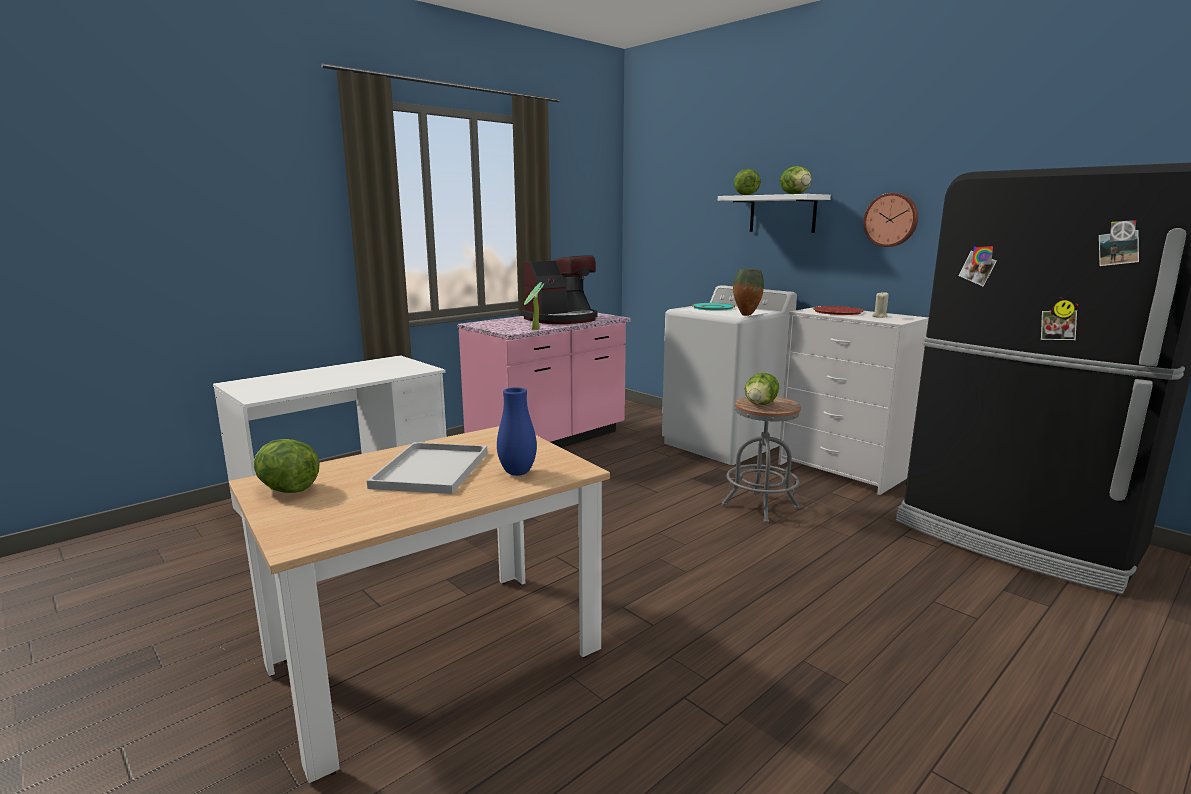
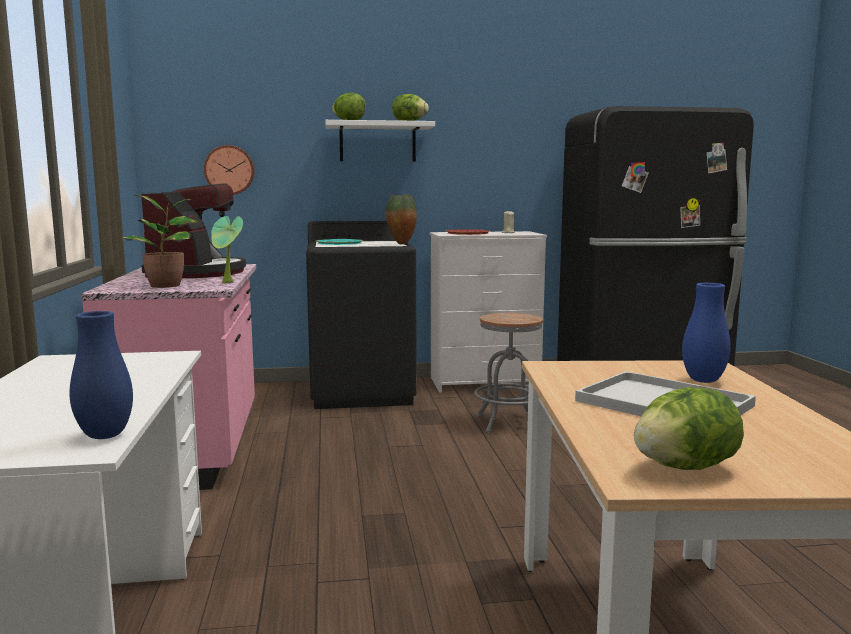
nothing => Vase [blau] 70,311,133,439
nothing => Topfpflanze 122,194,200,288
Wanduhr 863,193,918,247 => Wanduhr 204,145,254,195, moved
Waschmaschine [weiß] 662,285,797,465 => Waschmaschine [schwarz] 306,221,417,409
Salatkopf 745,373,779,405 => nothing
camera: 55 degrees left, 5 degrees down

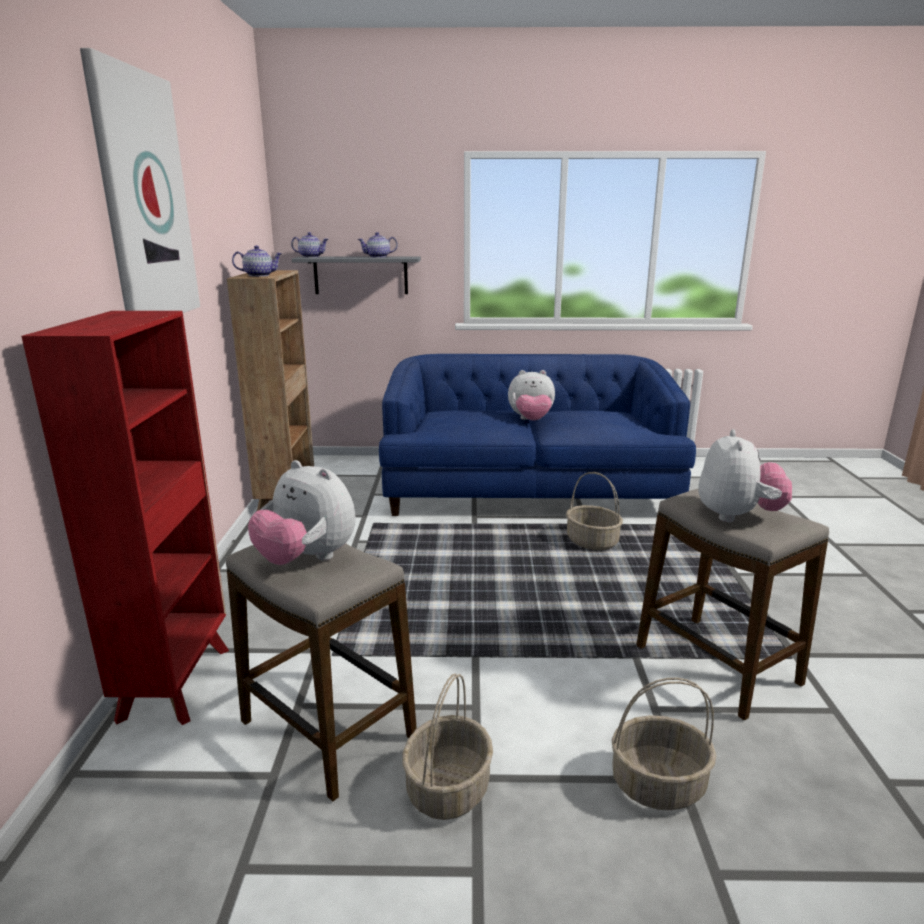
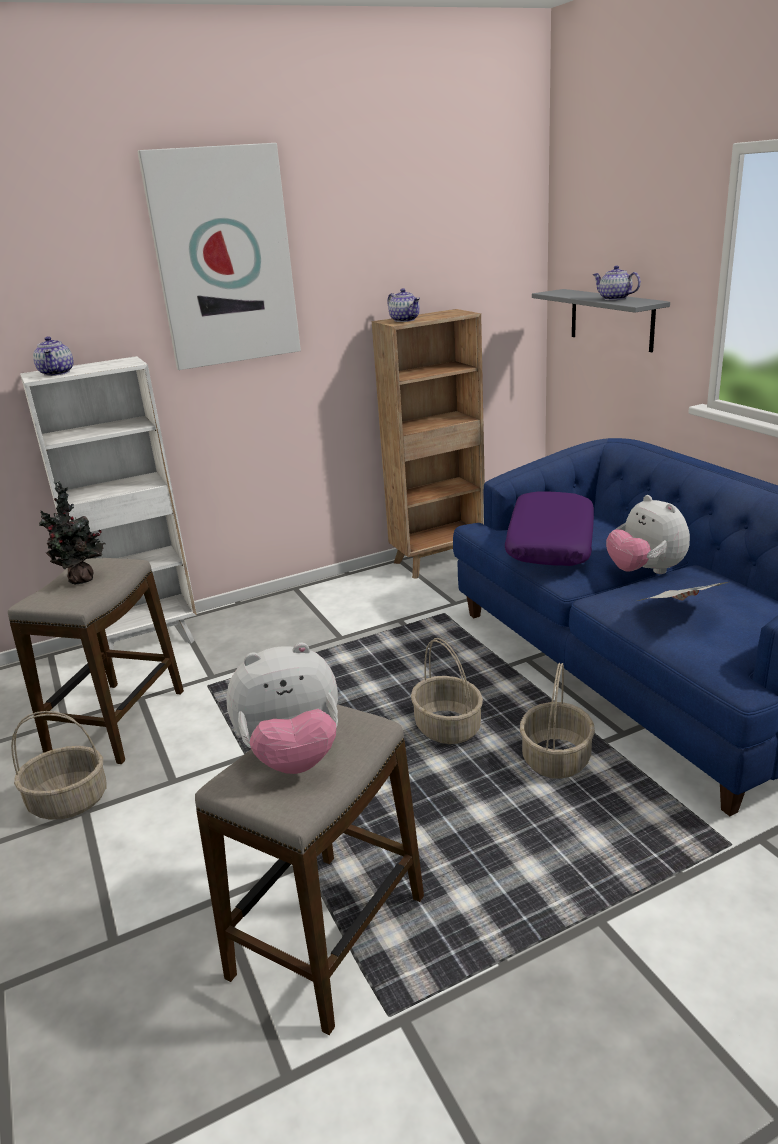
Bücherregal [rot] 22,311,229,725 => Bücherregal [weiß] 20,356,197,662
Teekanne 291,232,329,258 => Teekanne 33,336,73,376, moved
Plüschtier 248,460,356,565 => Topfpflanze 39,480,106,584
Korb 612,678,717,810 => Korb 411,638,483,744, moved
nothing => Kissen [lila] 505,491,594,566
nothing => Zeitung 637,582,728,601
camera: 65 degrees right, 5 degrees up

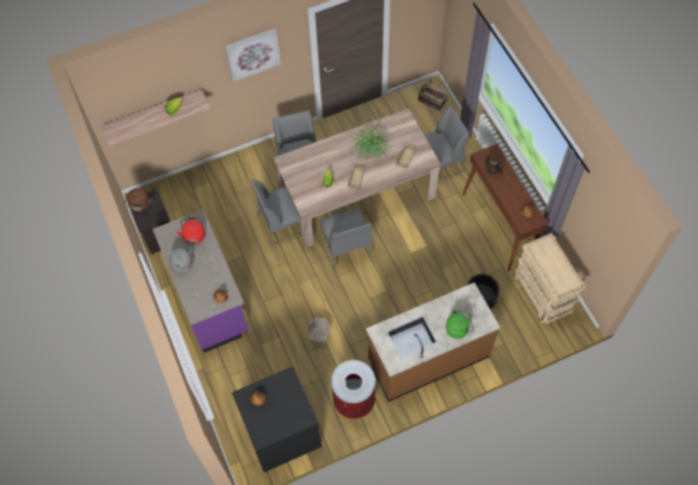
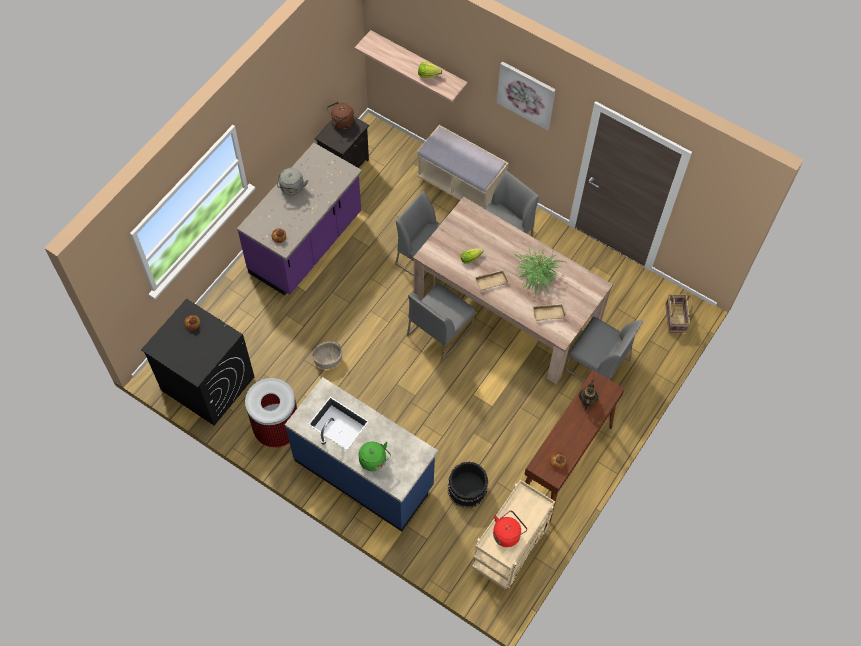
Küchenzeile [braun] 366,282,500,402 => Küchenzeile [blau] 285,377,438,531
nothing => Bank [beige] 417,125,509,208
Wasserkessel [rot] 177,217,205,245 => Wasserkessel [rot] 493,510,527,547, moved
camera: 55 degrees right, 0 degrees up

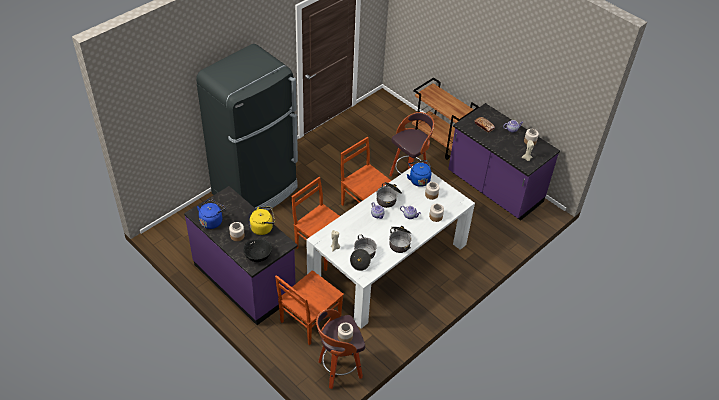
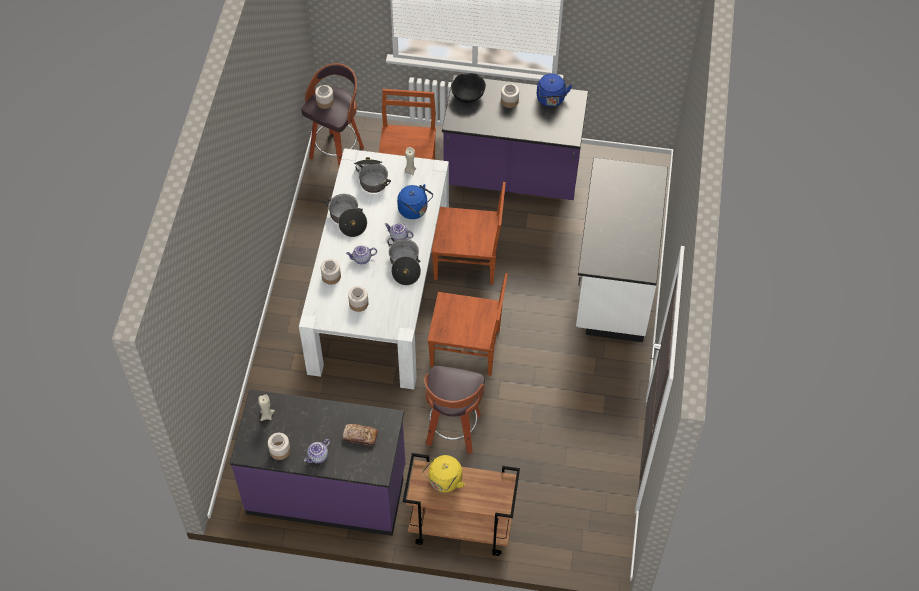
Wasserkessel [blau] 407,160,431,187 => Wasserkessel [blau] 397,184,433,219, moved
Wasserkessel [gelb] 250,207,275,235 => Wasserkessel [gelb] 422,455,465,493, moved
Kühlschrank [schwarz] 196,44,298,211 => Küchenzeile [weiß] 576,158,668,342
camera: 145 degrees right, 10 degrees up

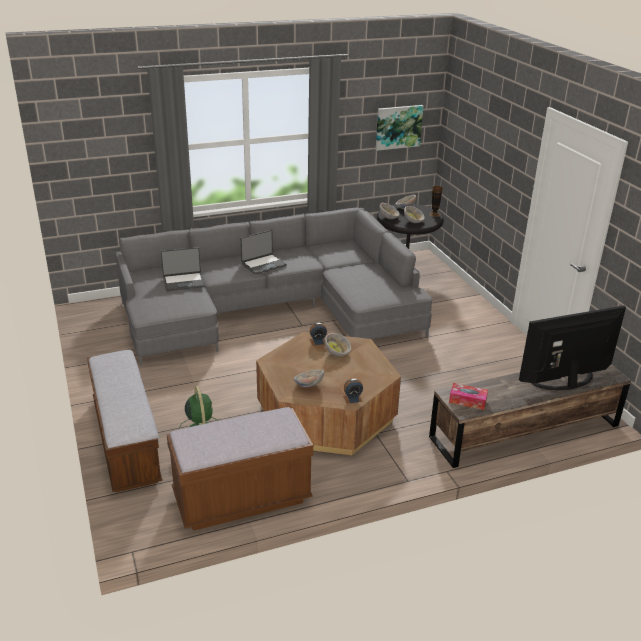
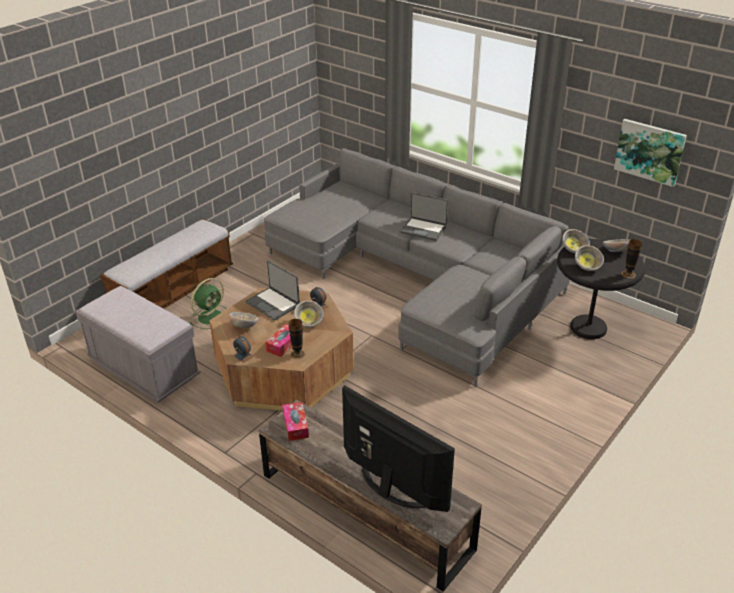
Bank [braun] 167,407,313,531 => Bank [grau] 76,286,201,403
Laptop 161,247,205,291 => Laptop 245,260,300,321, moved
nothing => Taschentuchbox 265,324,292,357
nothing => Vase 289,319,305,359
camera: 60 degrees right, 5 degrees up

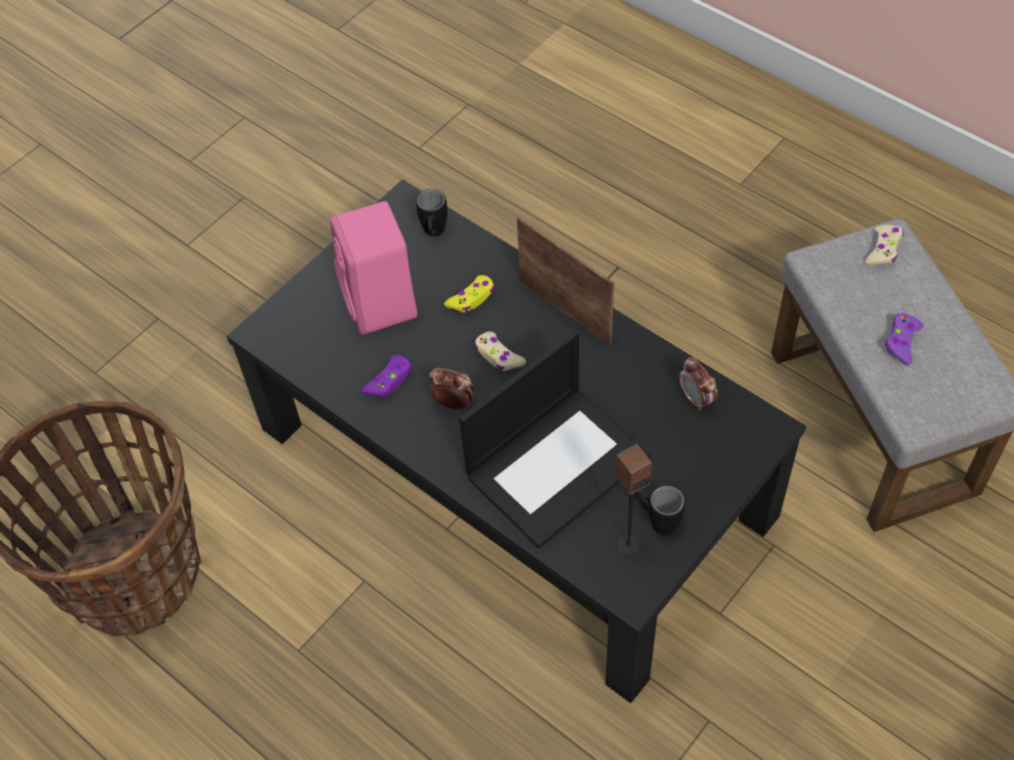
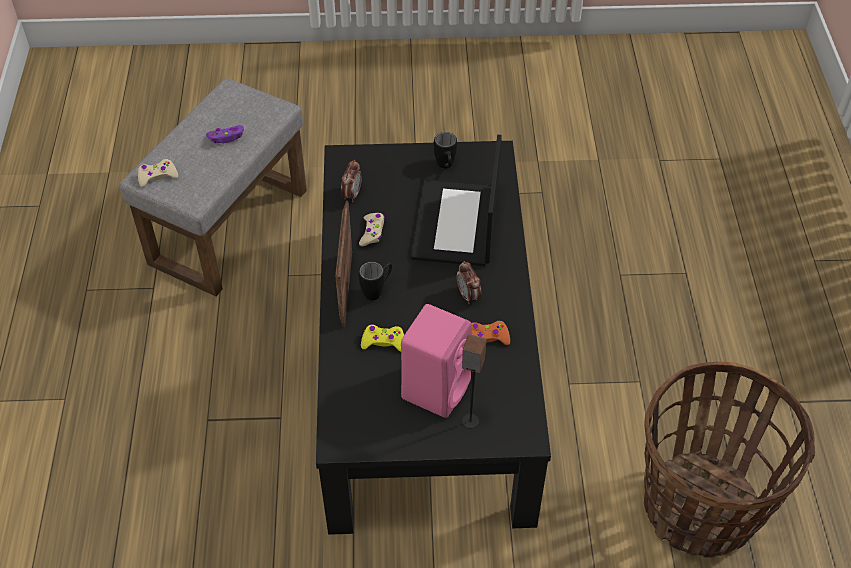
Gamepad [beige] 474,331,526,371 => Gamepad [beige] 359,213,385,246, moved
Henkelbecher [schwarz] 416,189,448,236 => Henkelbecher [schwarz] 359,262,392,300, moved
Laptop 459,331,650,548 => Laptop 410,135,502,266, 90 degrees counterclockwise
Lautsprecher 616,444,652,555 => Lautsprecher 462,334,487,428, moved
Gamepad [lila] 362,355,412,397 => Gamepad [orange] 471,321,510,345
camera: 135 degrees left, 5 degrees down

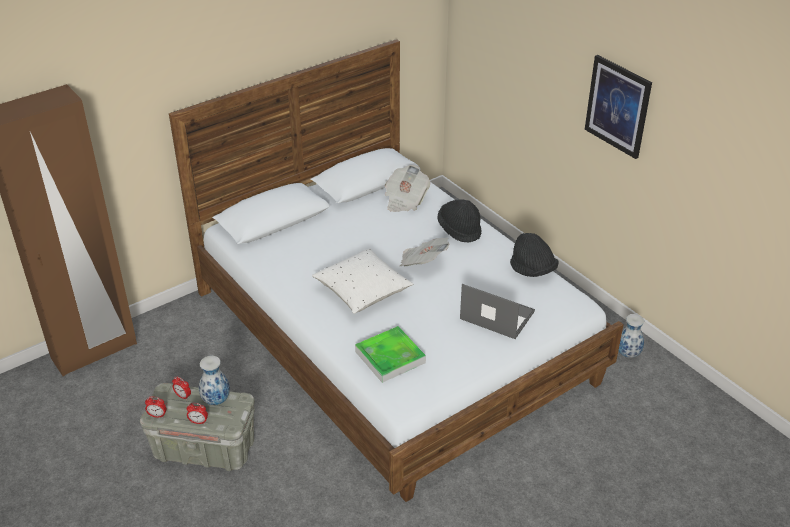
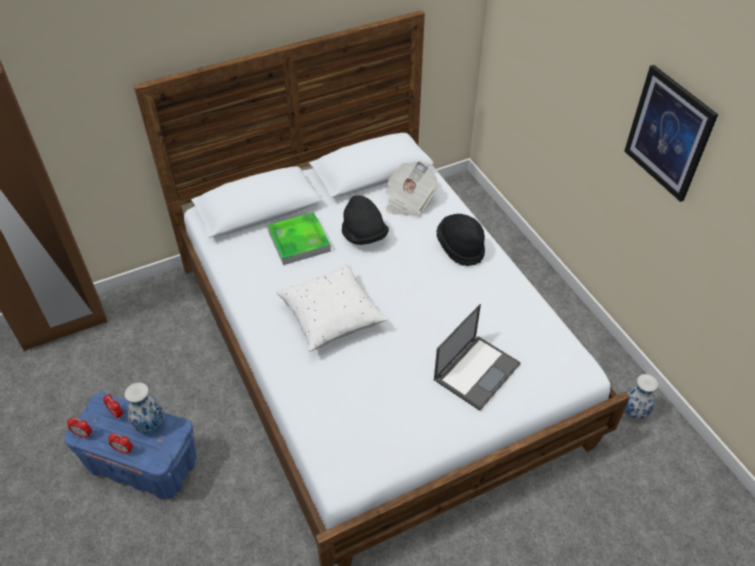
Aufbewahrungsbox [grau] 140,383,255,471 => Aufbewahrungsbox [blau] 64,392,197,499
Tablett 355,326,426,383 => Tablett 267,212,331,265, moved
Hut [schwarz] 510,233,559,277 => Hut [schwarz] 342,195,389,245, moved
Laptop 460,284,535,339 => Laptop 434,304,521,411, 90 degrees clockwise
Zeitung 400,238,450,266 => nothing
camera: 10 degrees right, 10 degrees up

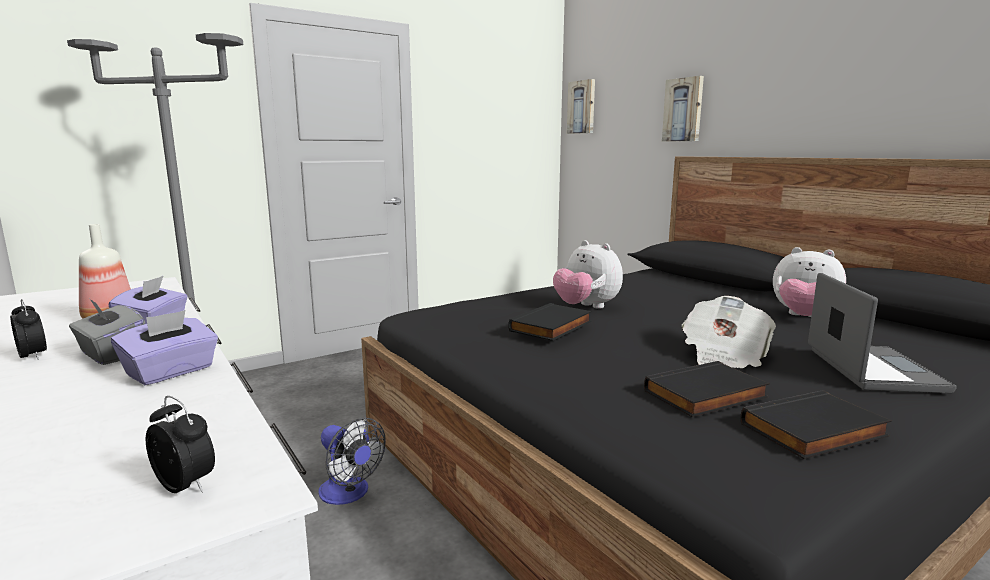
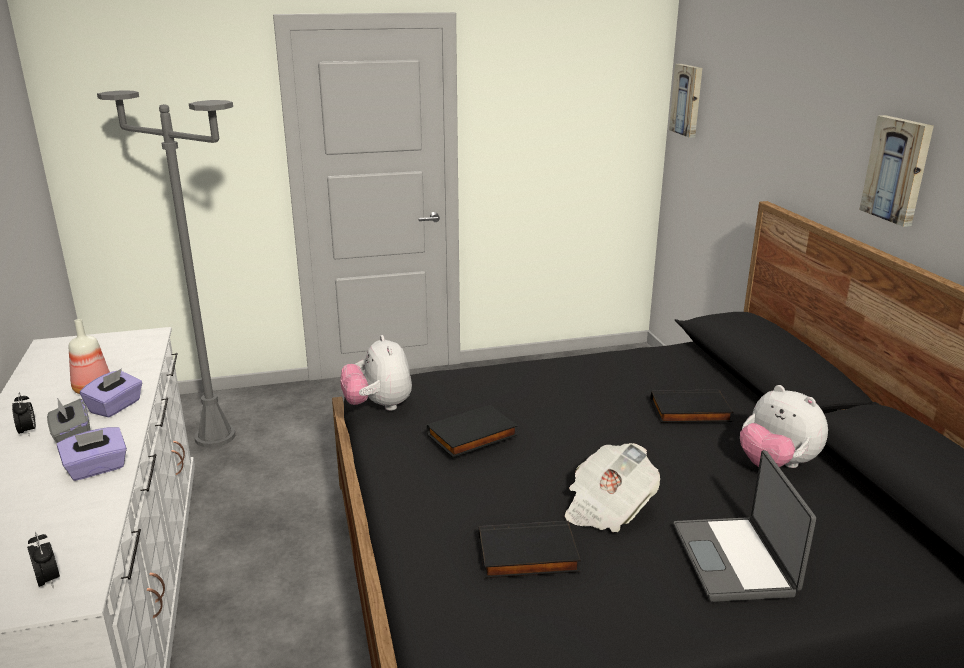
Plüschtier 553,240,623,309 => Plüschtier 341,335,412,411, moved
Buch [schwarz] 740,390,892,459 => Buch [schwarz] 651,390,734,423, moved
Laptop 808,273,957,393 => Laptop 673,450,816,602, 150 degrees clockwise
Bild 662,76,704,142 => Bild 859,115,934,227, moved
Ventilator 318,418,385,505 => nothing
camera: 20 degrees right, 10 degrees up

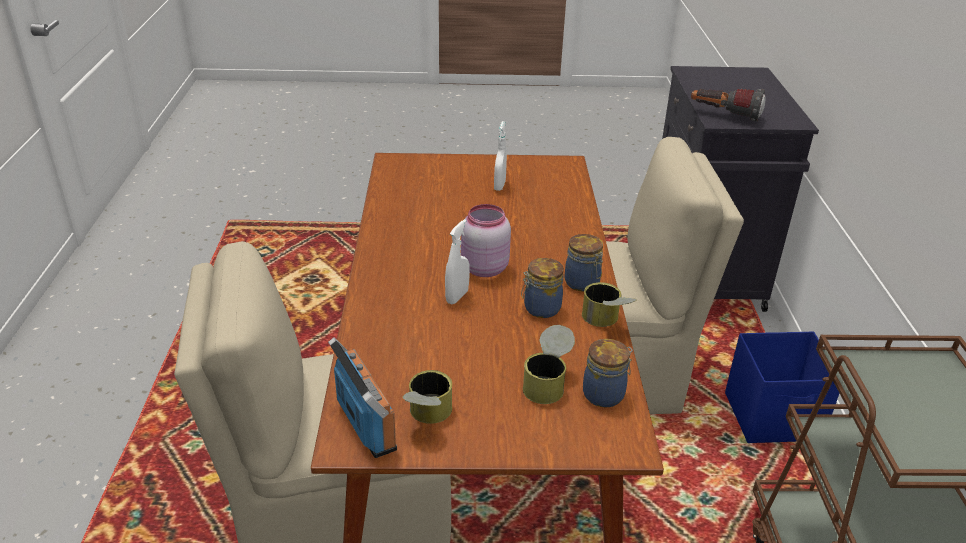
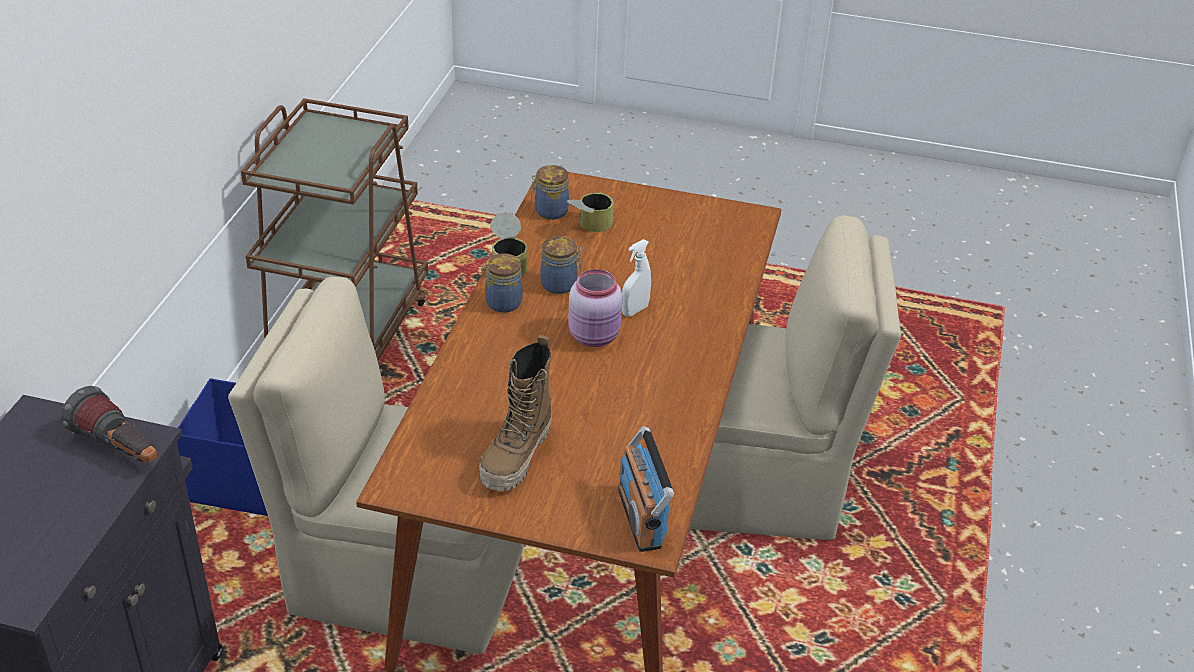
Sprühflasche [weiß] 494,121,507,191 => Stiefel 479,335,552,491
Radio 328,337,397,458 => Radio 618,426,674,552, moved
Dose 402,370,452,424 => nothing
camera: 165 degrees left, 5 degrees up

